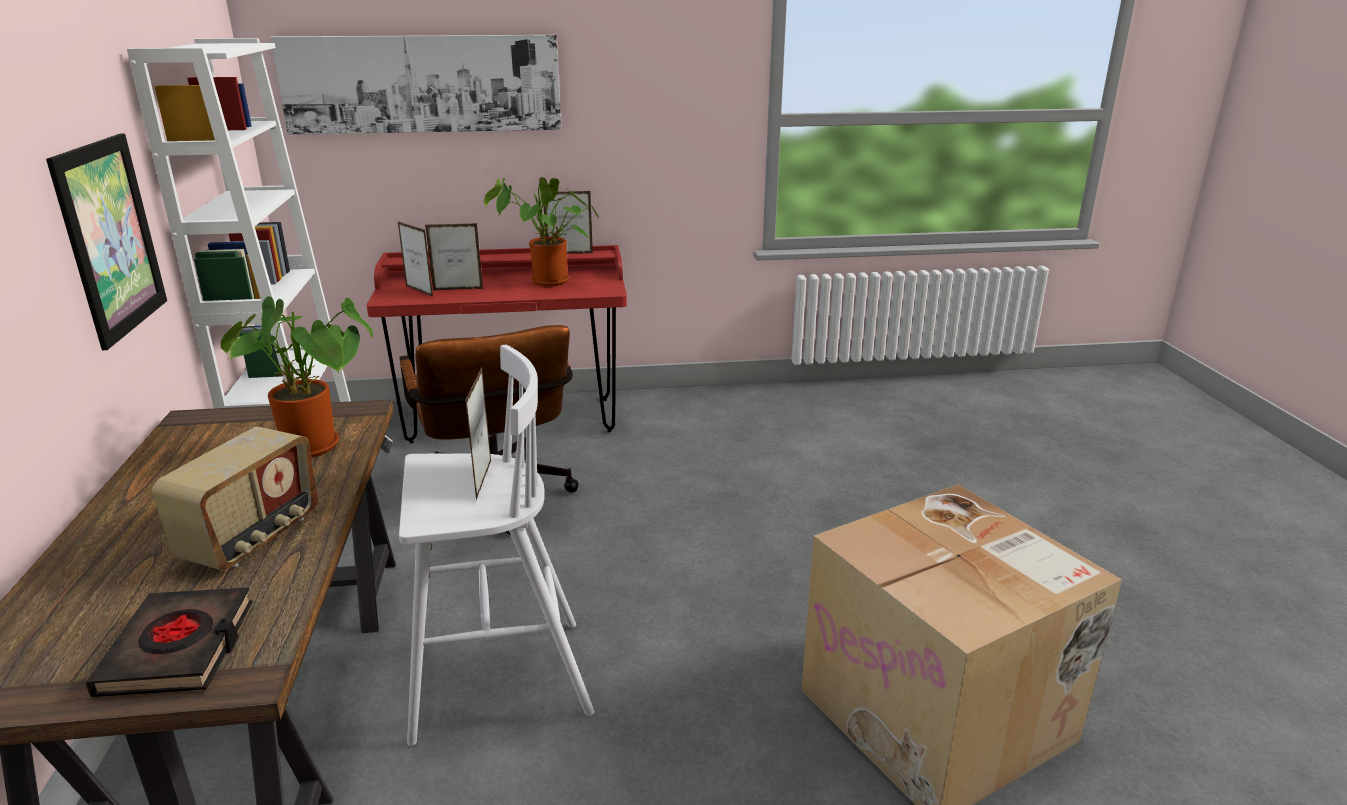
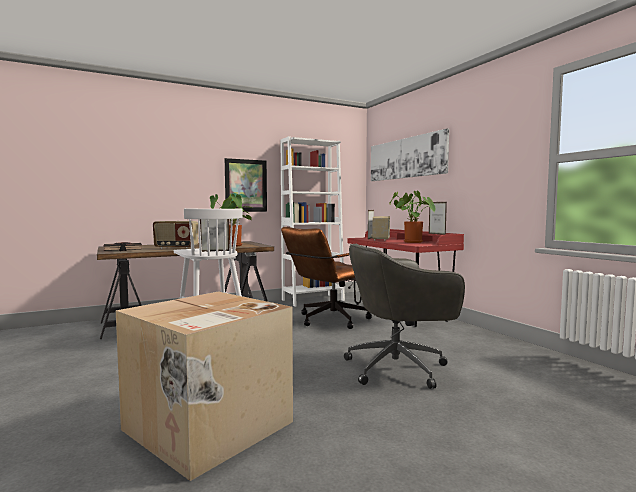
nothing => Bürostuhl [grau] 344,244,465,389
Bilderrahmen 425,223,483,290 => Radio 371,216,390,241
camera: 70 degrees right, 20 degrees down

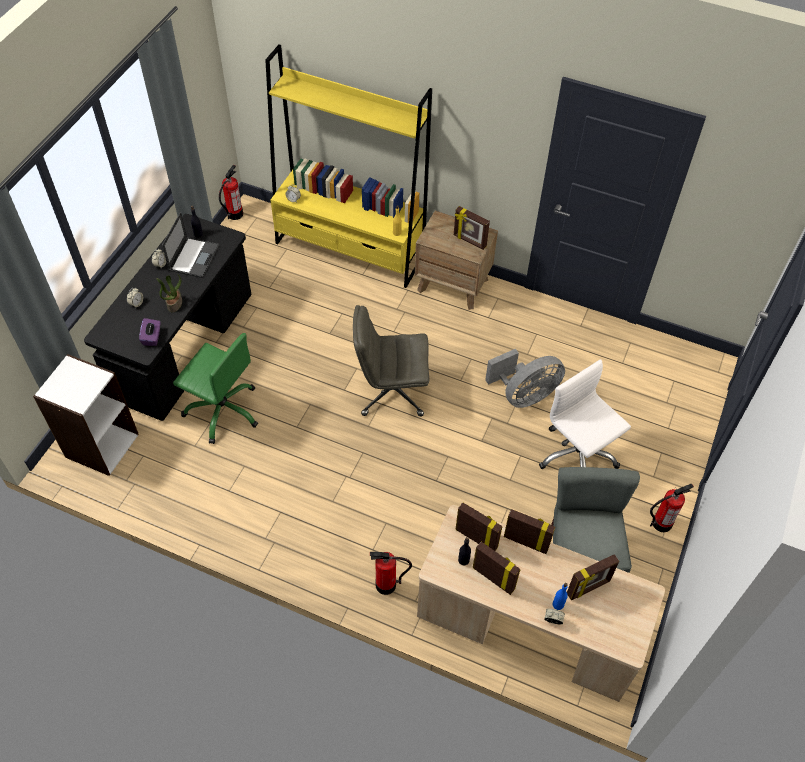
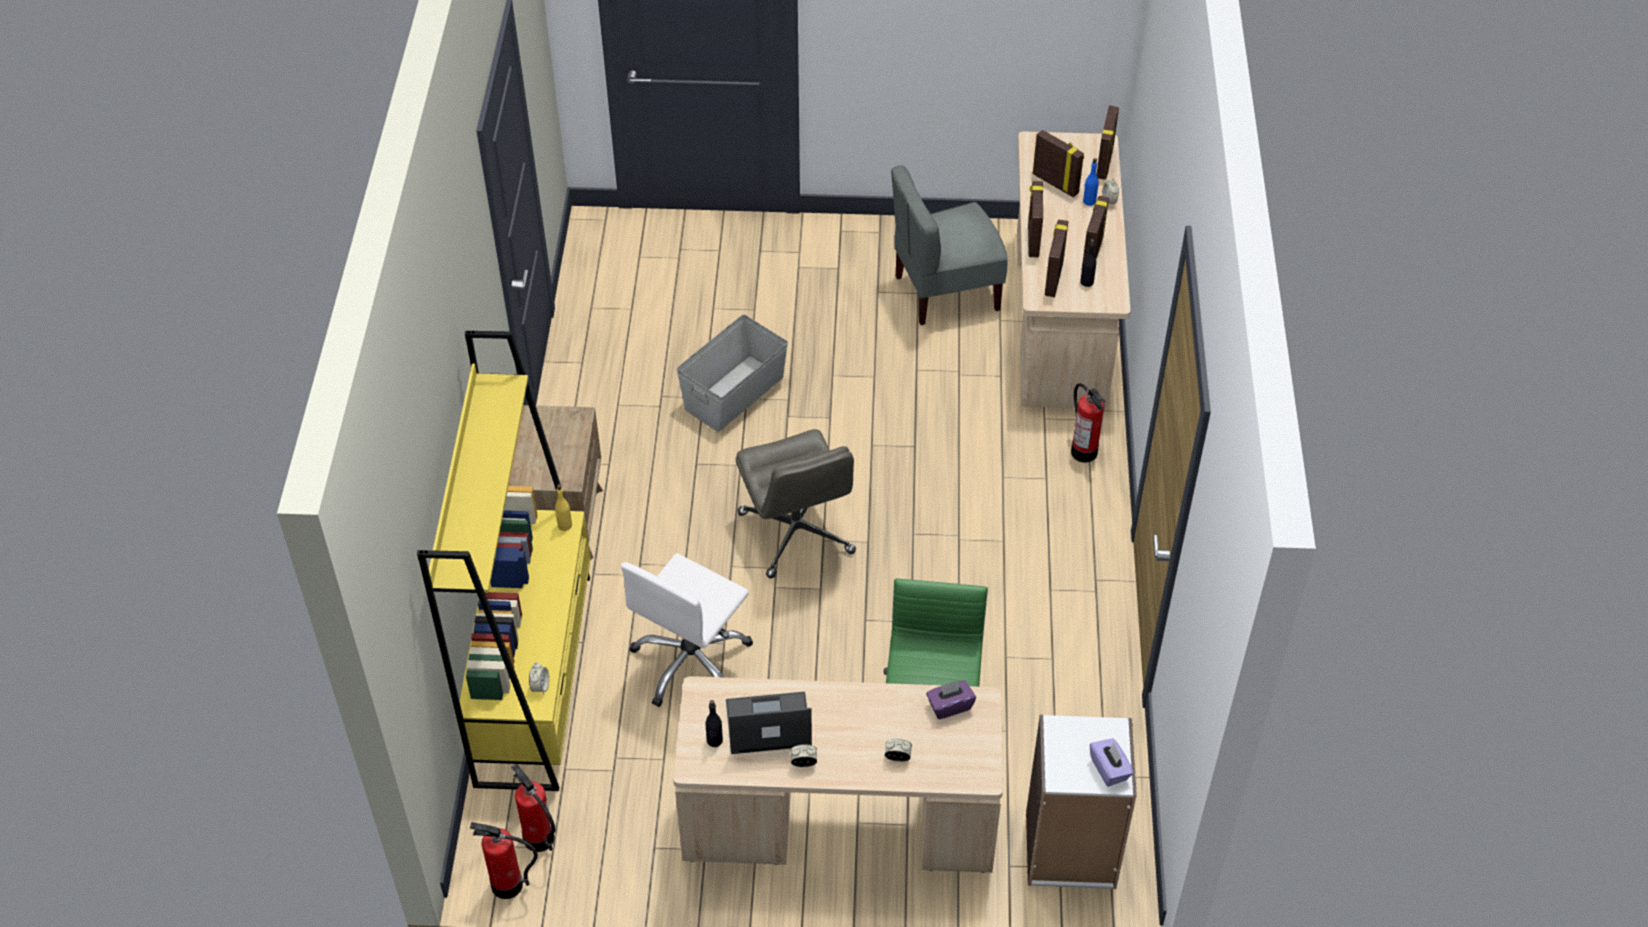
Feuerlöscher 650,484,694,532 => Feuerlöscher 511,763,555,852, moved
Bürostuhl [weiß] 539,360,631,469 => Bürostuhl [weiß] 621,553,753,707, moved
Schreibtisch [schwarz] 84,214,251,421 => Schreibtisch [beige] 673,676,1003,873
Ventilator [grau] 485,349,565,408 => Aufbewahrungsbox [grau] 677,315,788,432
nothing => Taschentuchbox [lila] 1090,739,1133,787
Bilderrahmen 454,206,490,250 => Bilderrahmen 1097,105,1119,180, moved
Topfpflanze 156,275,182,312 => nothing
camera: 110 degrees left, 5 degrees down

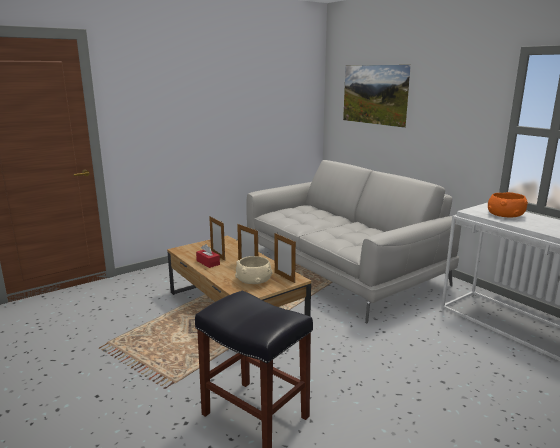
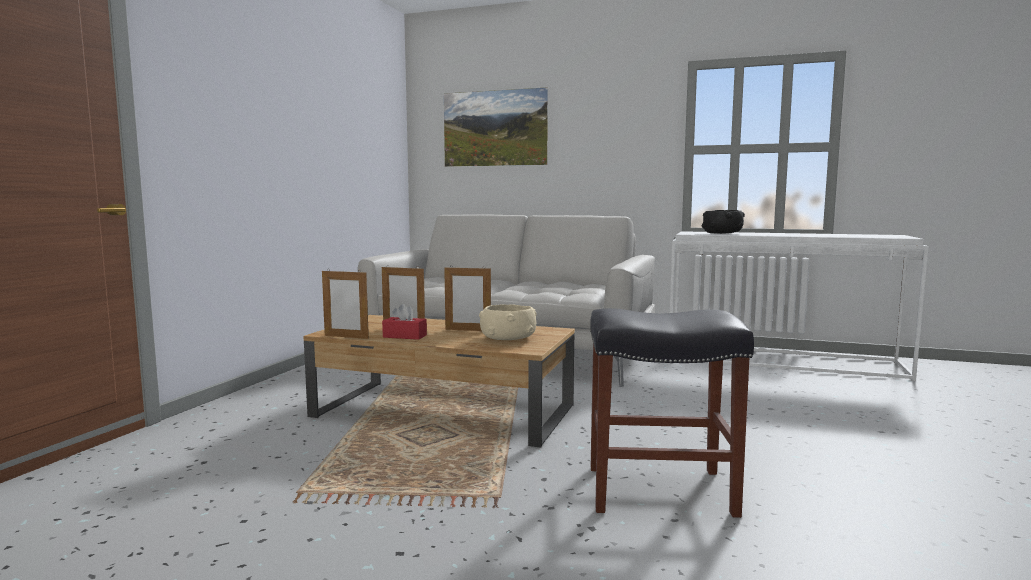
Bilderrahmen 275,233,296,283 => Bilderrahmen 322,270,369,339, moved
Schüssel [orange] 488,192,528,218 => Schüssel [schwarz] 702,210,745,234
camera: 35 degrees left, 10 degrees down

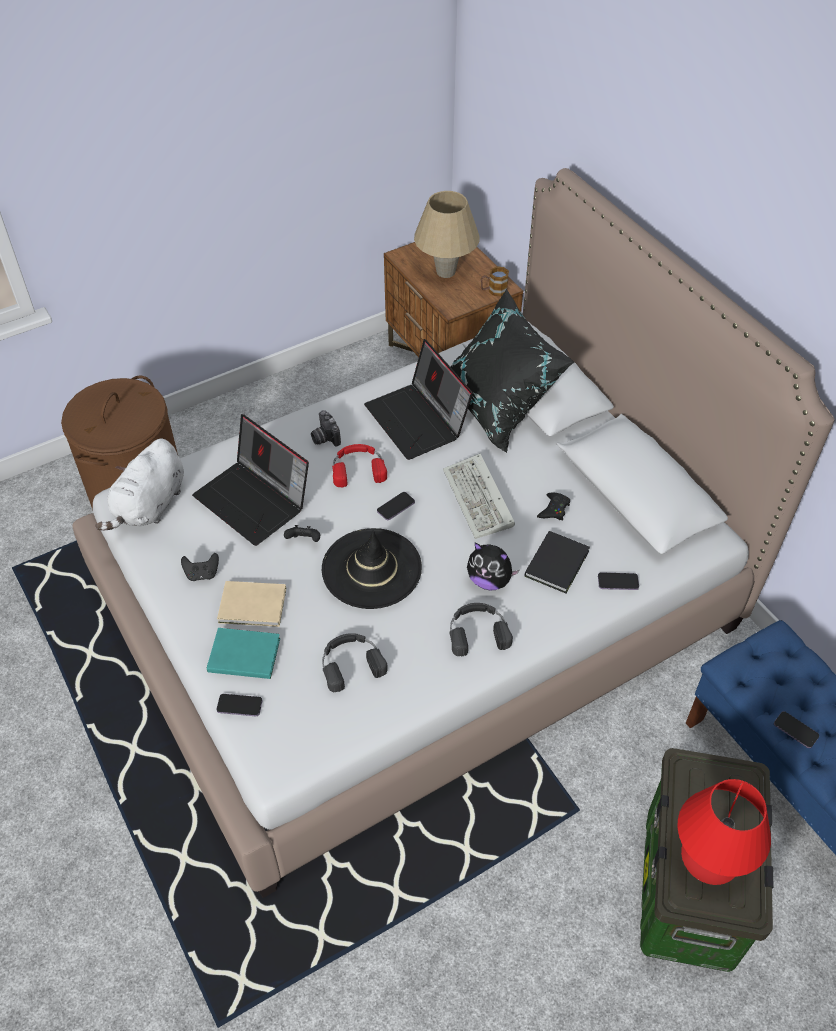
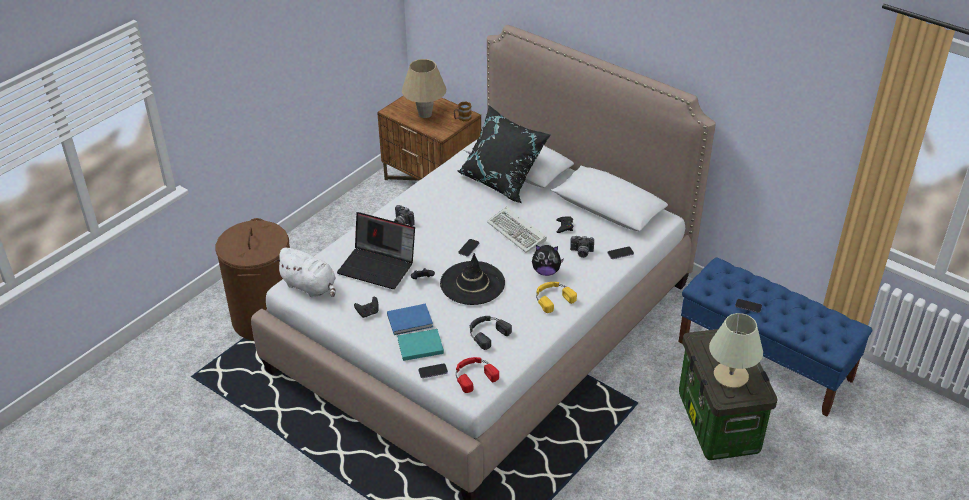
Plüschtier [weiß] 95,439,184,531 => Plüschtier [weiß] 274,248,336,297, 60 degrees counterclockwise
Buch [beige] 217,581,286,627 => Buch [blau] 387,303,433,335
Kopfhörer [rot] 332,444,387,487 => Kopfhörer [rot] 456,357,499,393, moved
Kopfhörer [schwarz] 450,603,513,657 => Kopfhörer [gelb] 536,282,577,313
Buch [schwarz] 525,531,590,593 => Kamera 570,236,594,258
Tischlampe [rot] 678,779,771,885 => Tischlampe [beige] 709,313,763,388
Laptop 364,339,473,460 => nothing
camera: 20 degrees left, 10 degrees down

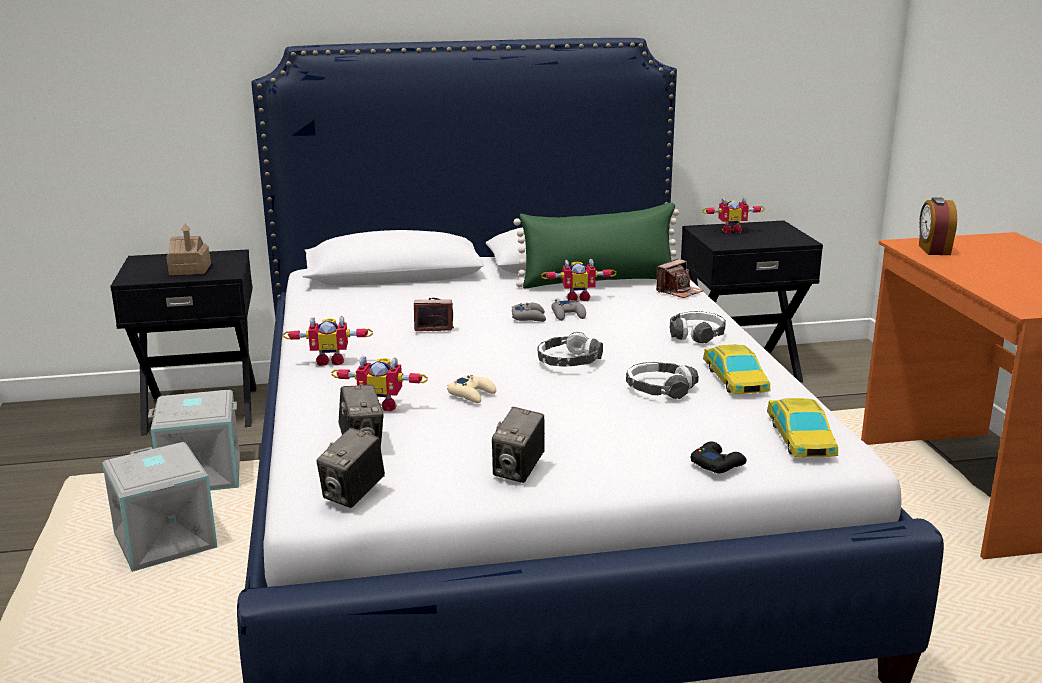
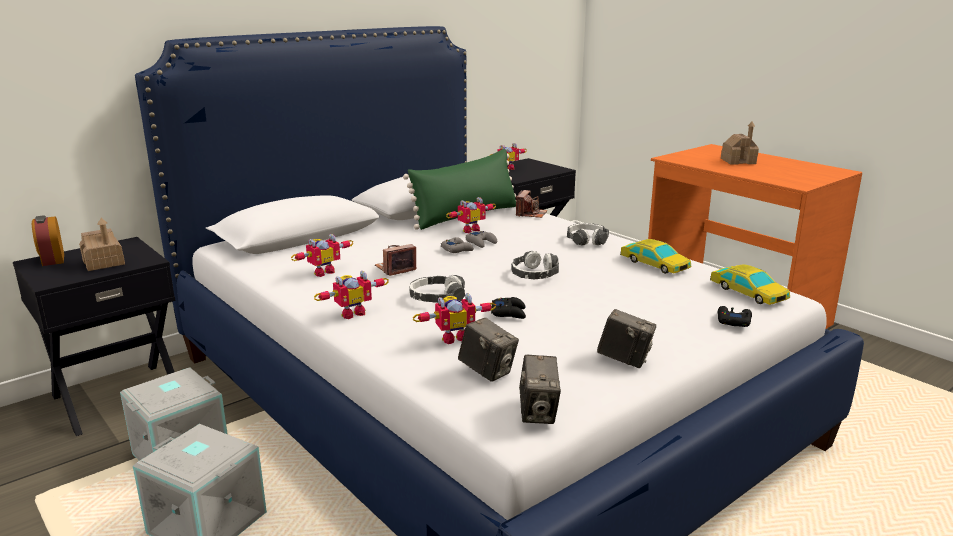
Wecker 919,197,957,255 => Wecker 32,215,64,266, moved
nothing => Spielzeugroboter 291,234,354,277
Kopfhörer 626,362,699,399 => Kopfhörer 409,275,465,303, moved
Gamepad [beige] 447,375,496,403 => Gamepad [schwarz] 491,297,526,319
Kamera 492,407,545,483 => Kamera 597,309,656,368, 60 degrees counterclockwise
nothing => Spielzeughaus 721,122,759,165
camera: 30 degrees left, 0 degrees up

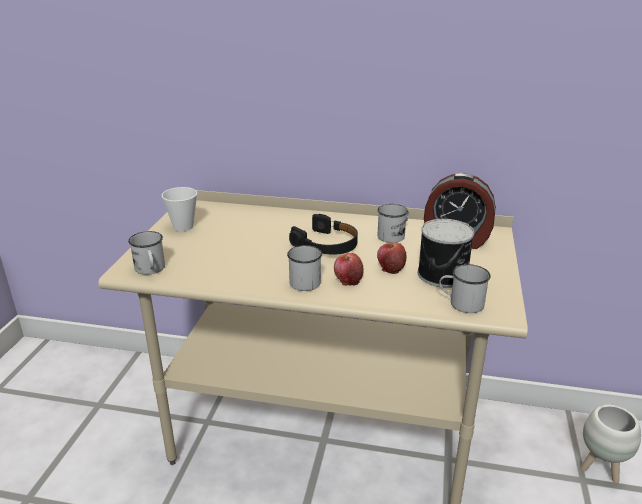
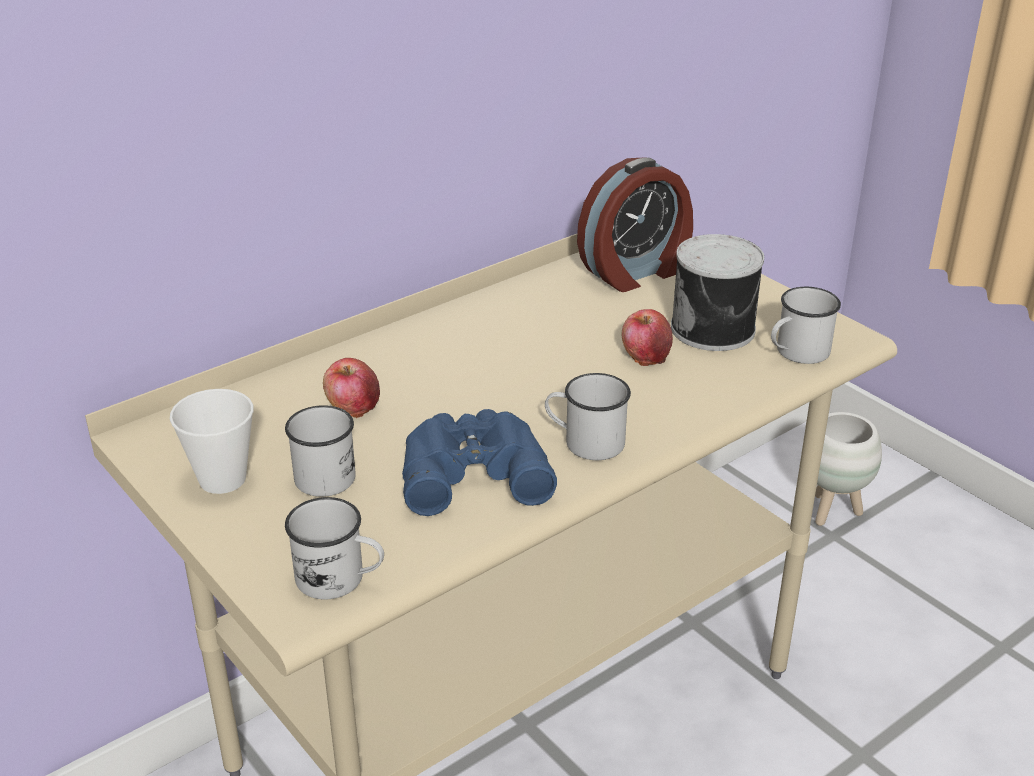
Henkelbecher [weiß] 378,204,409,243 => Henkelbecher [weiß] 285,405,356,497, moved
Apfel 334,253,364,286 => Apfel 323,358,380,418, moved
nothing => Fernglas [blau] 402,409,557,516
Kopfhörer [schwarz] 289,214,358,255 => nothing
camera: 50 degrees left, 5 degrees up

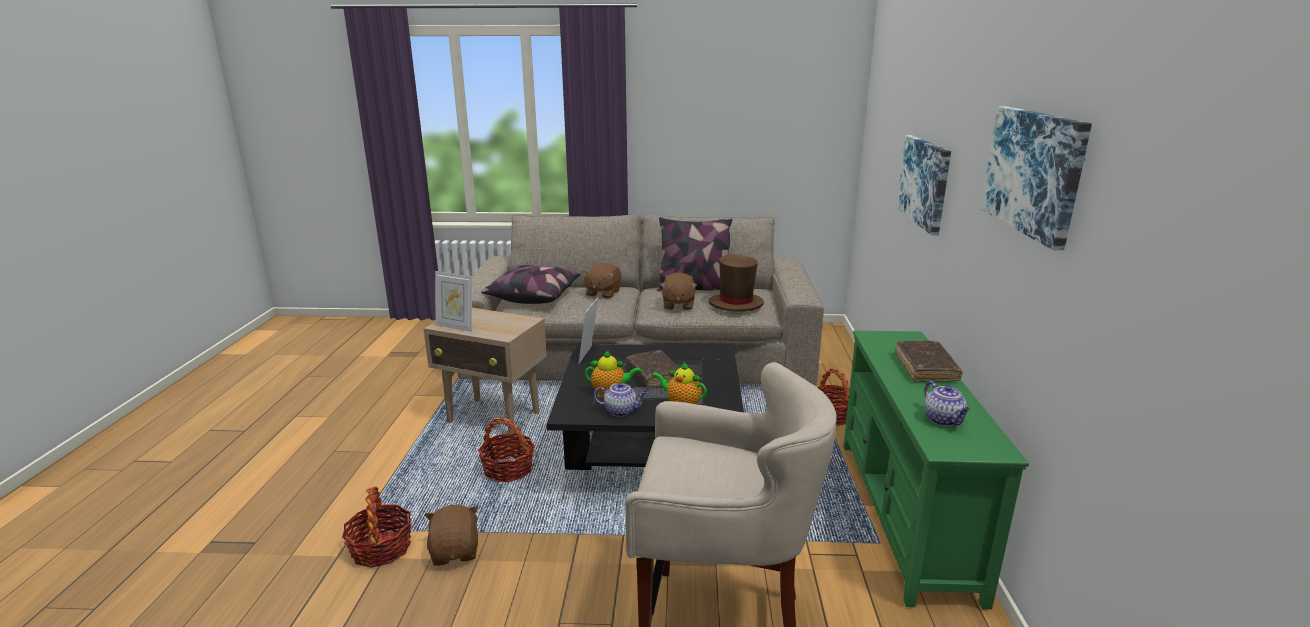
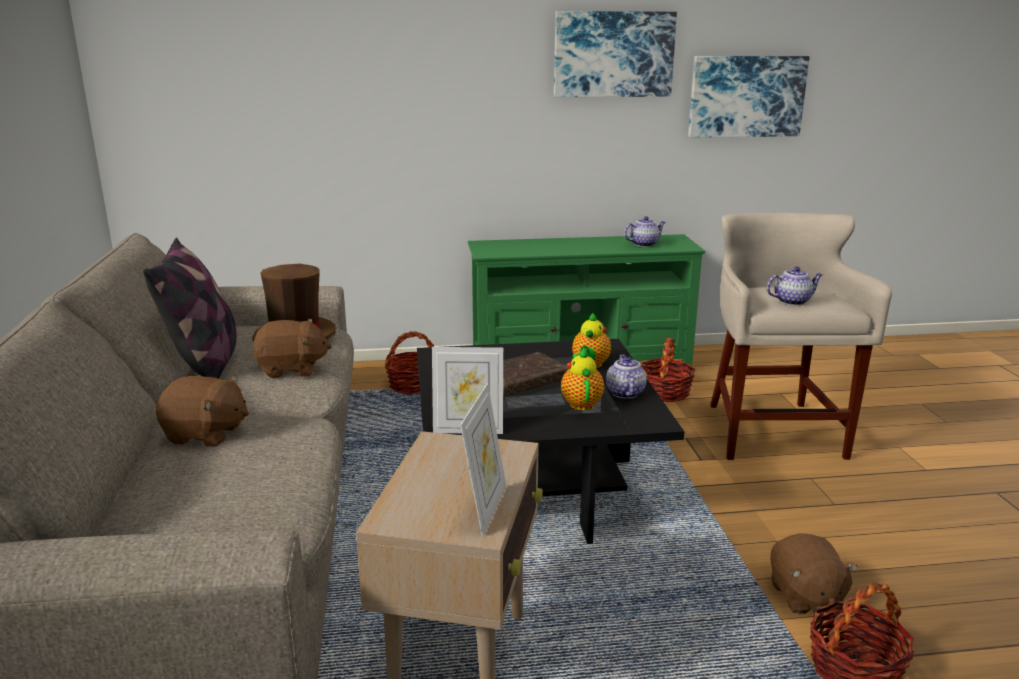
Korb 478,417,535,482 => Korb 641,338,695,402, moved
Bild 896,135,951,235 => Bild 688,56,810,138, moved
nothing => Teekanne 766,267,823,305
Plüschtier [braun] 425,505,479,566 => Plüschtier [braun] 770,533,857,614, 75 degrees counterclockwise
Kissen 481,265,581,304 => nothing
Buch [braun] 895,341,962,382 => nothing
camera: 100 degrees left, 0 degrees up

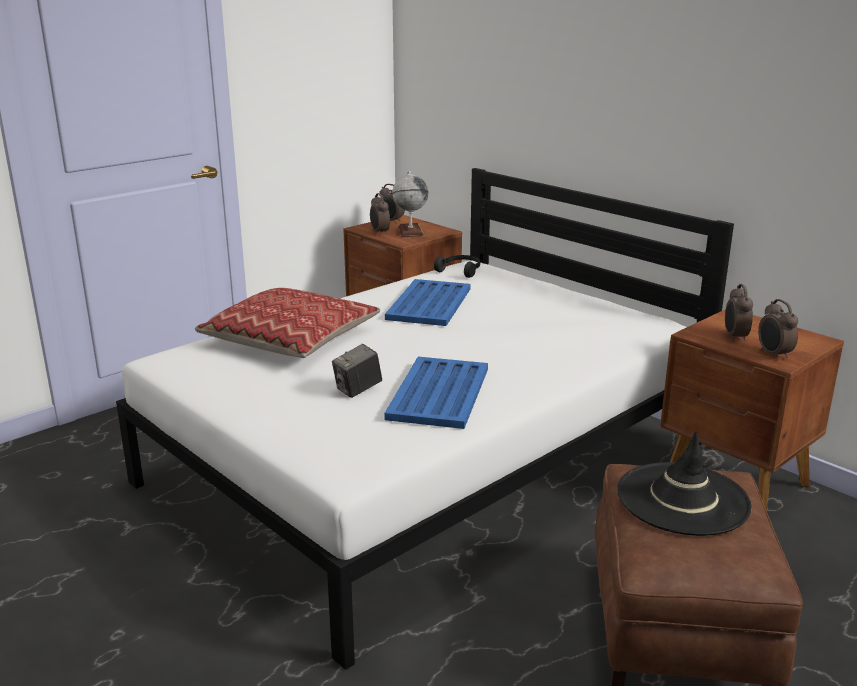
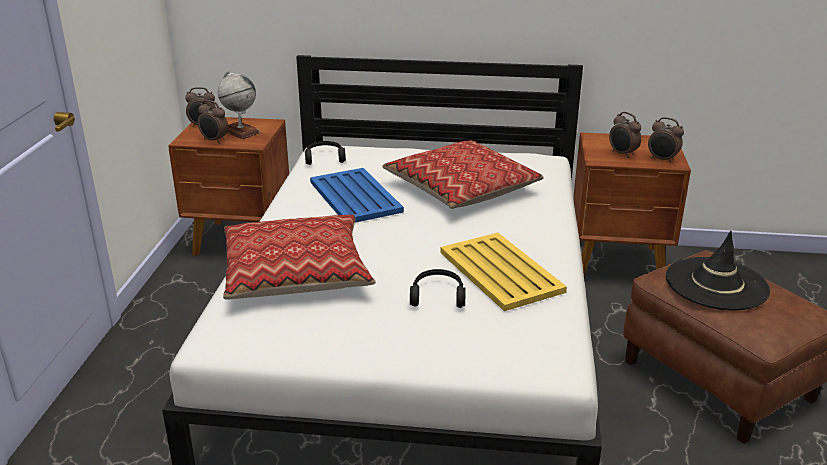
nothing => Kissen 382,140,543,209
Kamera 332,344,382,398 => Kopfhörer [schwarz] 410,269,466,308
Tablett [blau] 384,357,488,429 => Tablett [gelb] 440,233,567,311
camera: 40 degrees left, 5 degrees up

